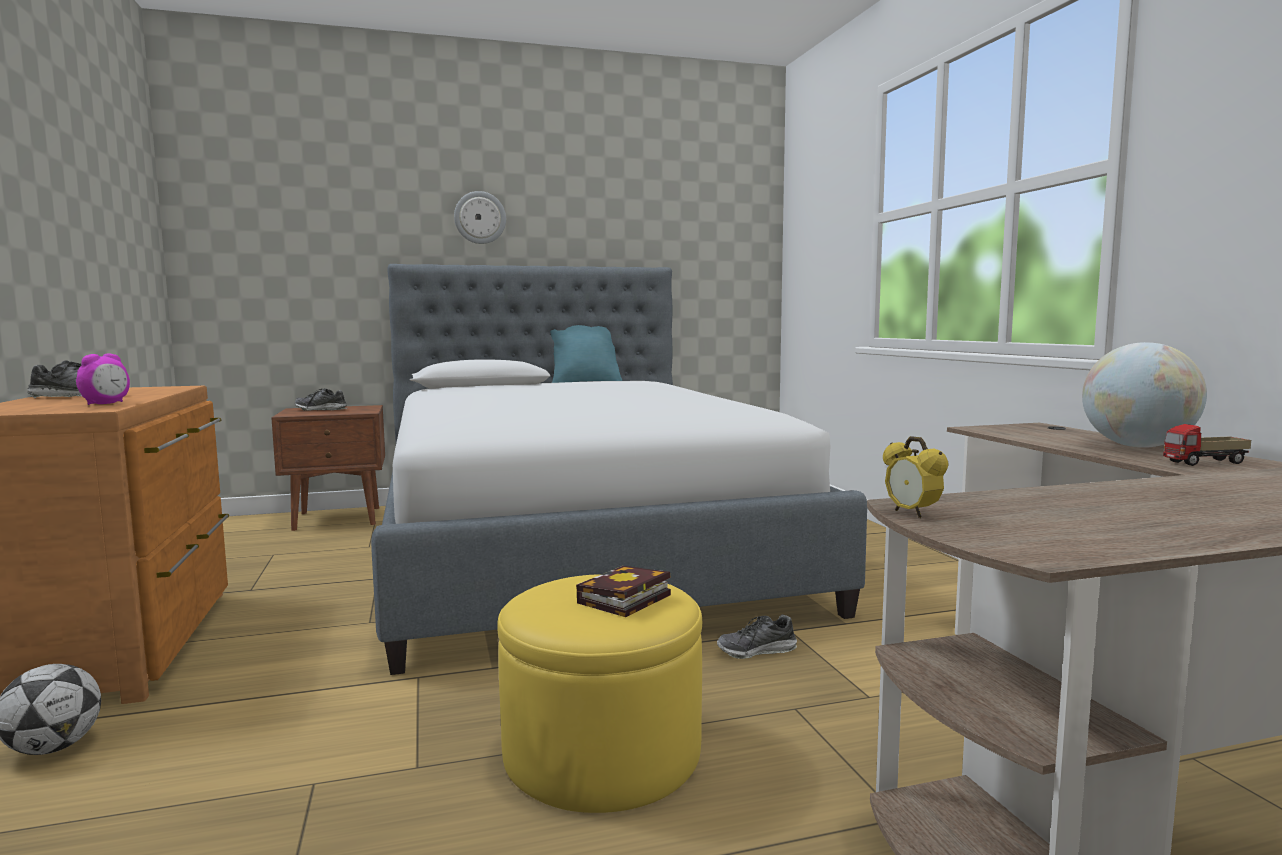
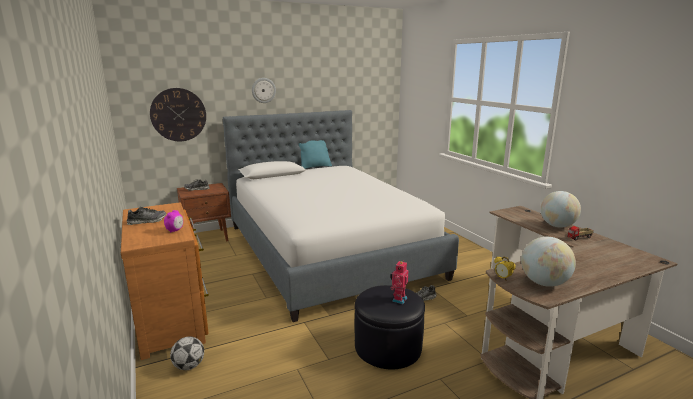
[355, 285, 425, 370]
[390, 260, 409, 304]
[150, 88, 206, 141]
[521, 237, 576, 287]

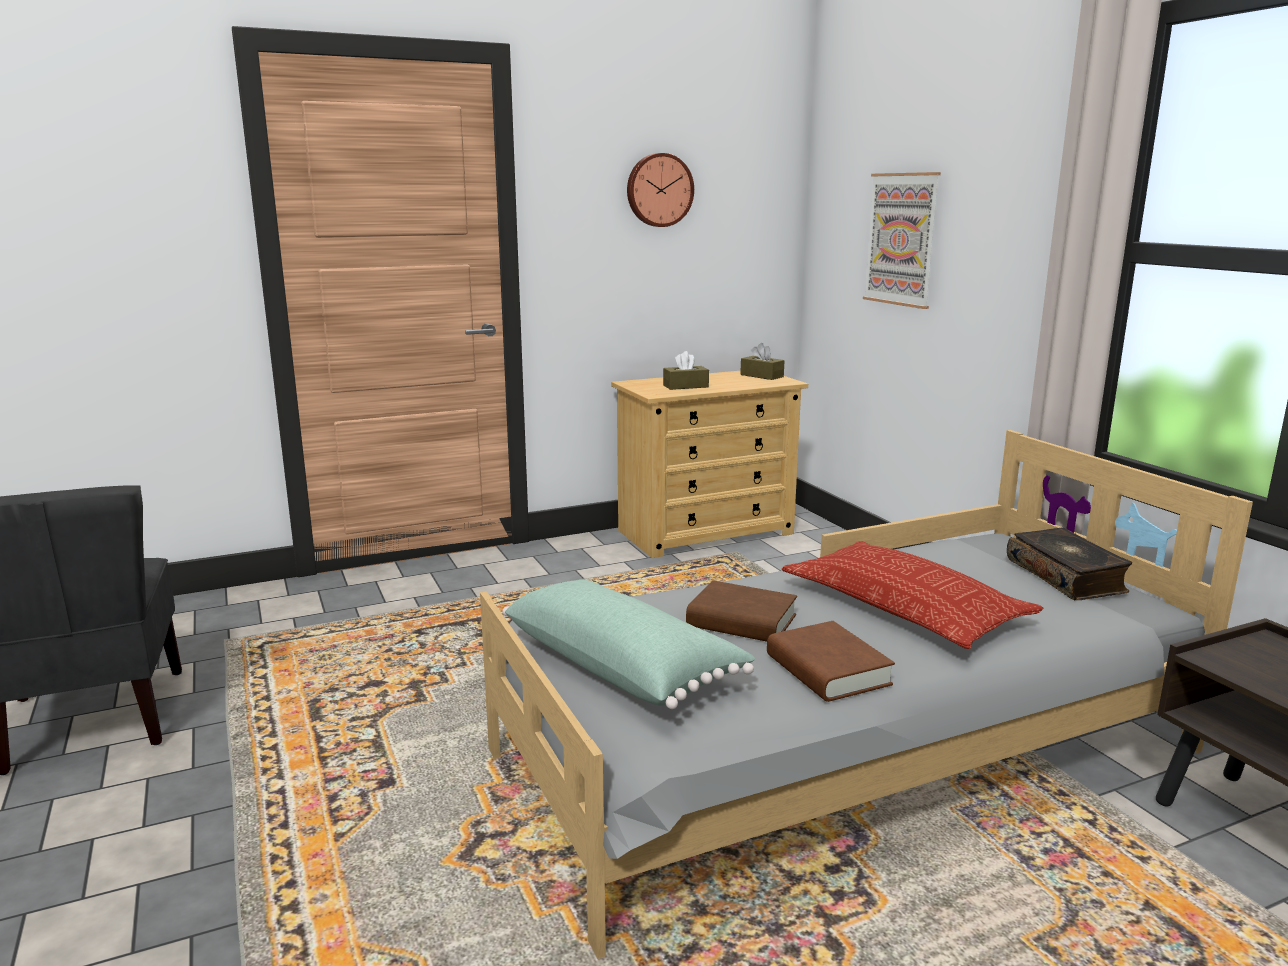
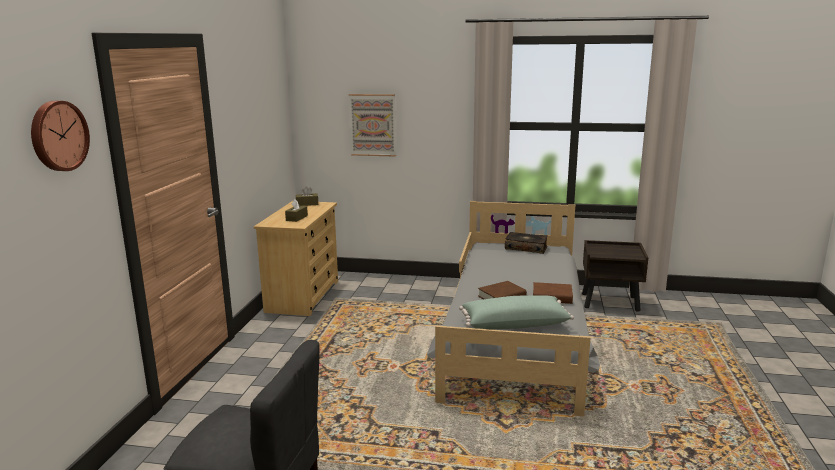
[31, 101, 90, 171]
[782, 541, 1043, 649] (first image)

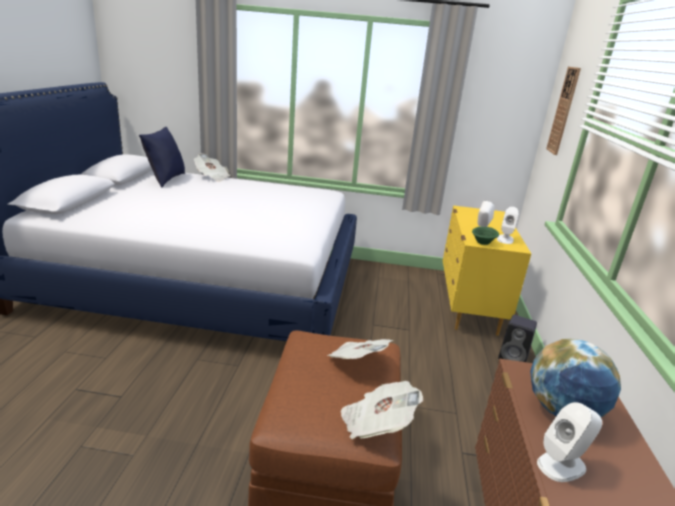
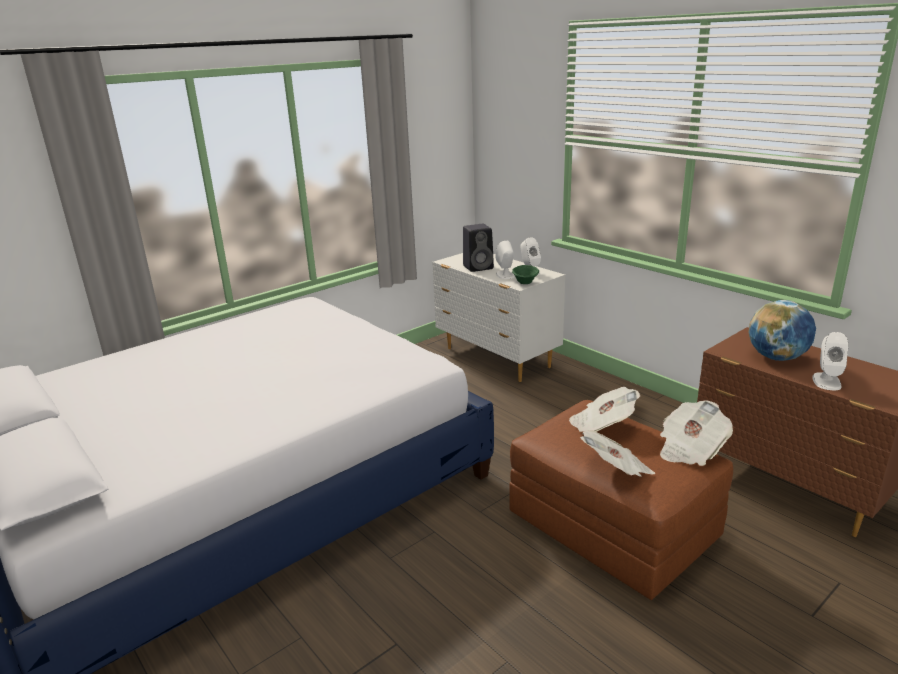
[139, 127, 185, 187] (first image)
[580, 430, 655, 477]
[432, 253, 565, 382]
[463, 224, 494, 272]
[546, 67, 581, 155] (first image)

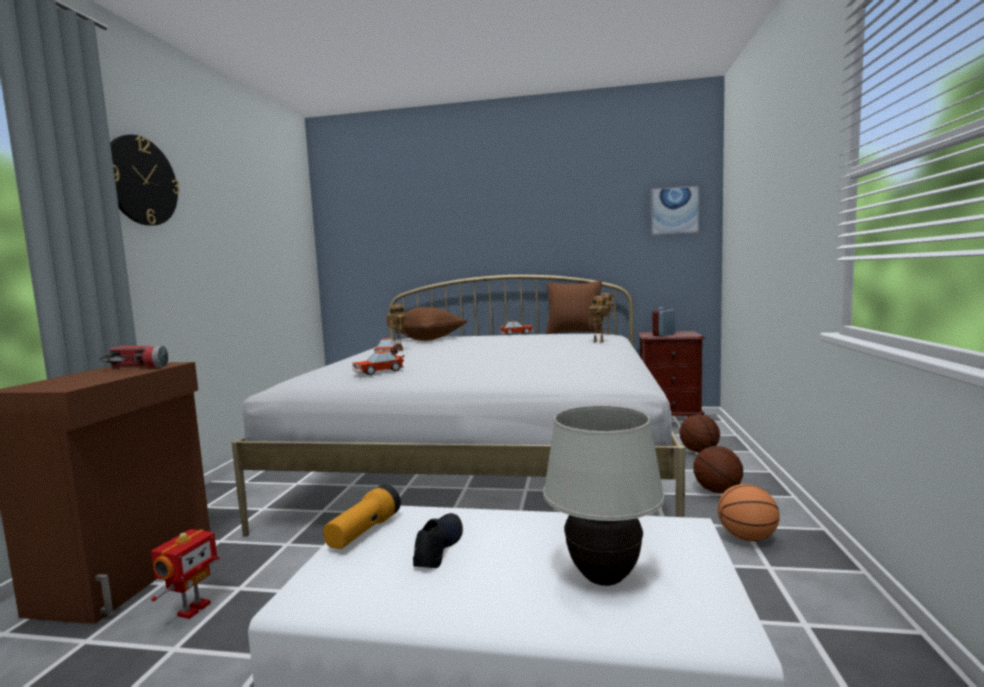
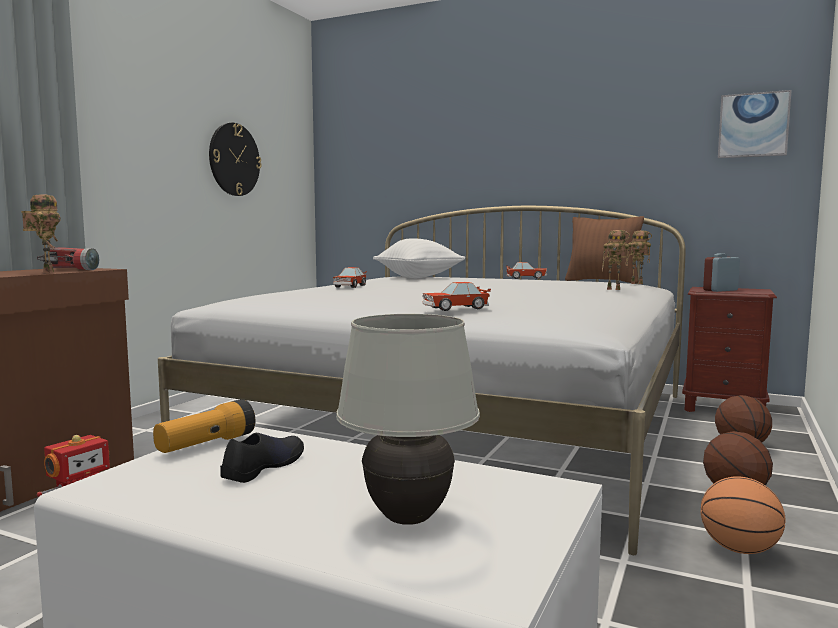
[209, 123, 262, 196]
[422, 282, 491, 311]
[21, 194, 60, 273]
[373, 238, 465, 278]

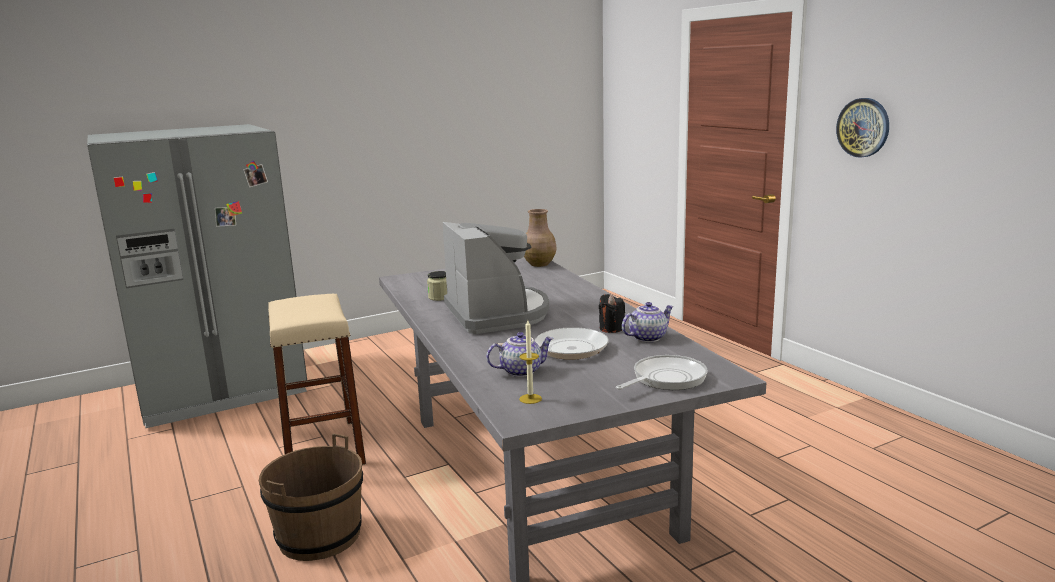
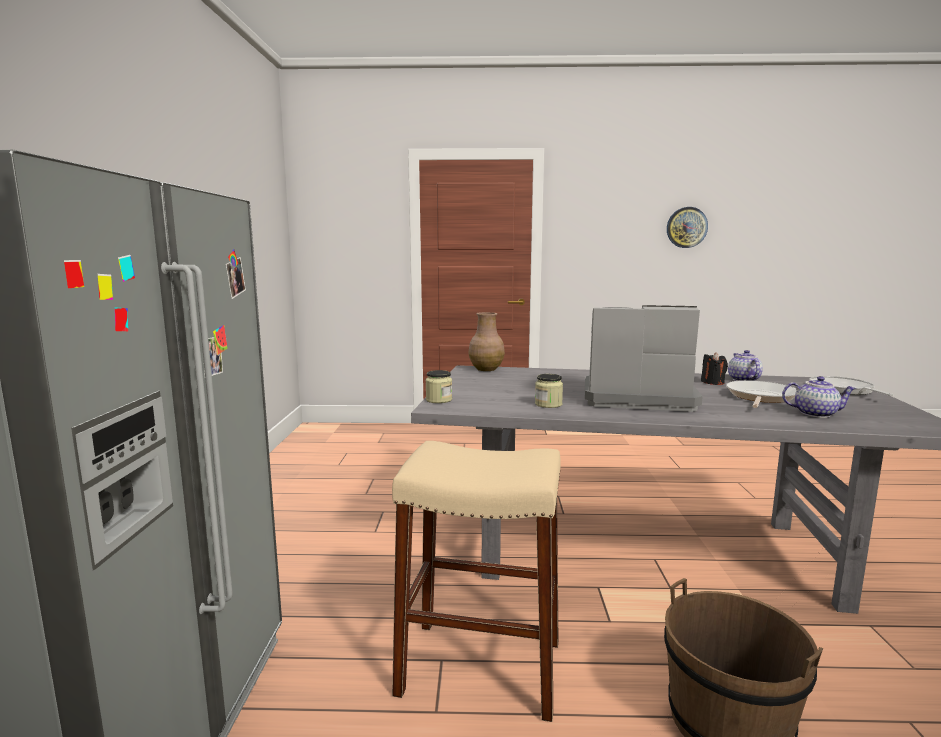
[782, 376, 857, 418]
[519, 320, 542, 404] (first image)
[667, 207, 708, 248]
[426, 370, 452, 403]

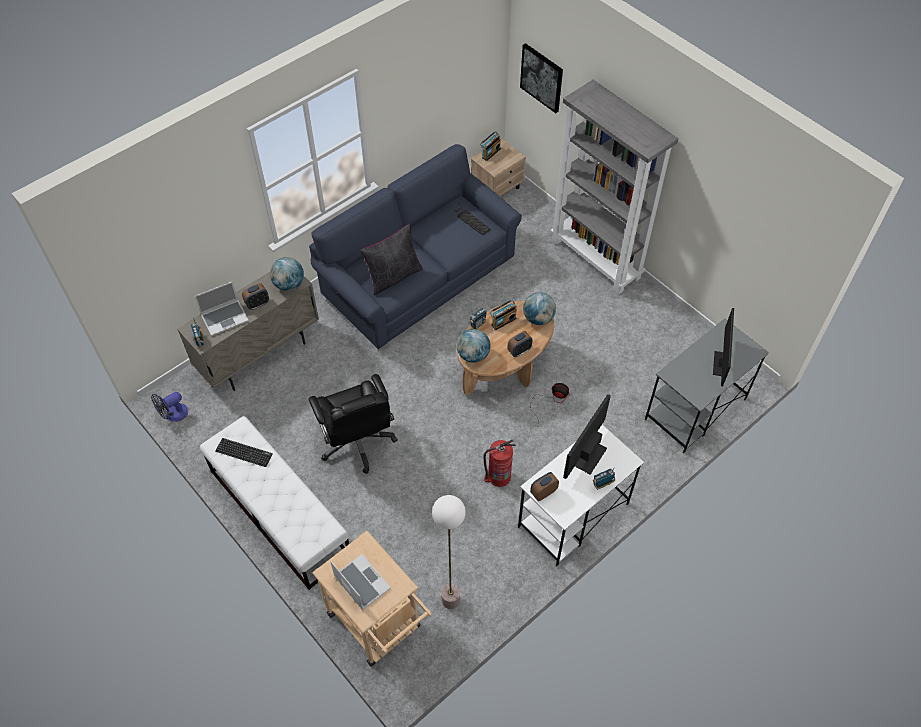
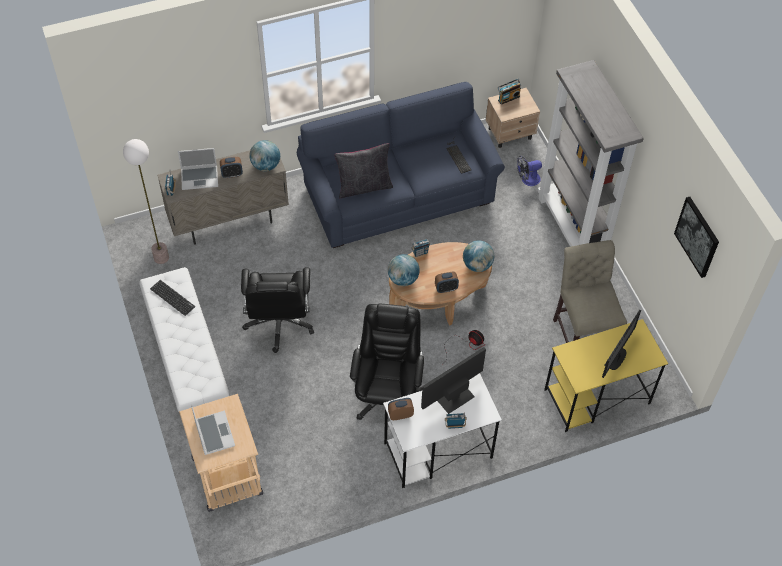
[517, 156, 542, 186]
[123, 139, 169, 264]
[350, 303, 424, 420]
[490, 299, 517, 330] (first image)
[674, 197, 719, 278]
[544, 319, 668, 432]
[553, 240, 627, 343]

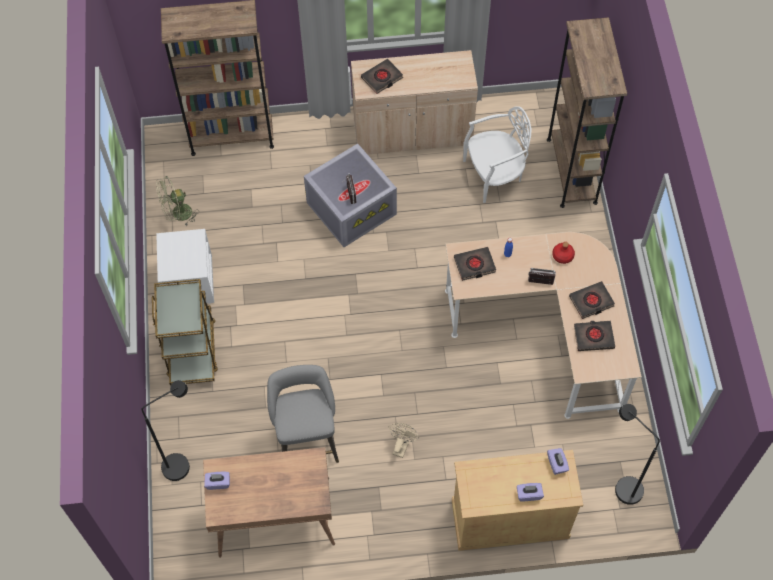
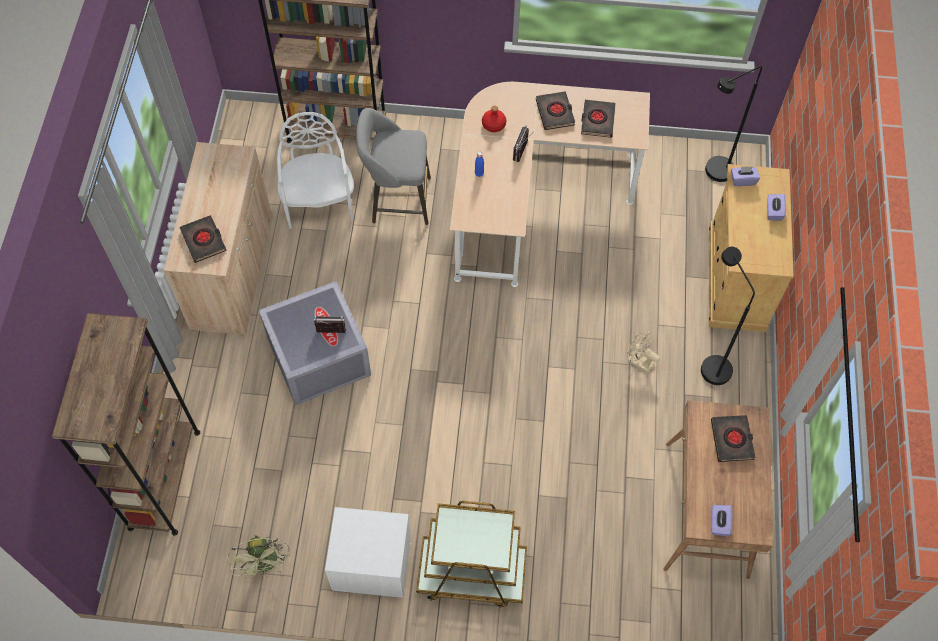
[701, 247, 755, 385]
[356, 108, 431, 225]
[711, 415, 755, 462]

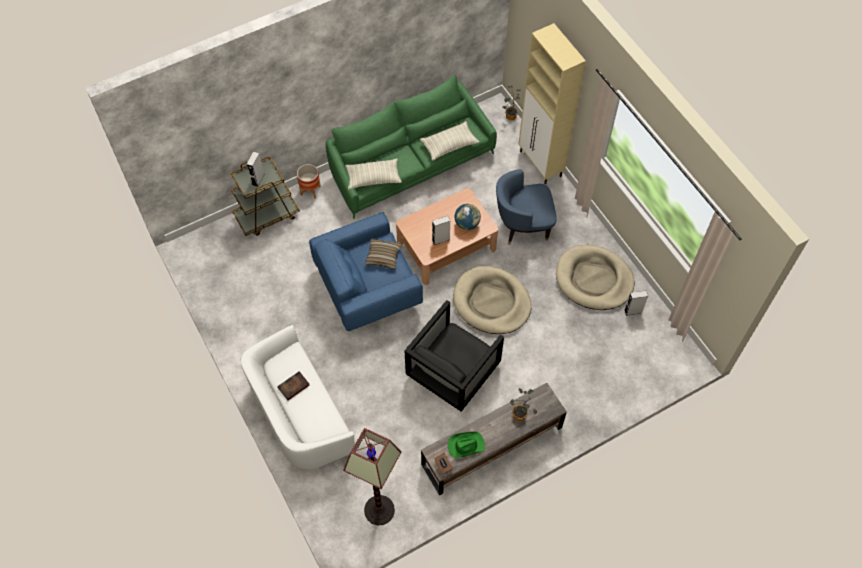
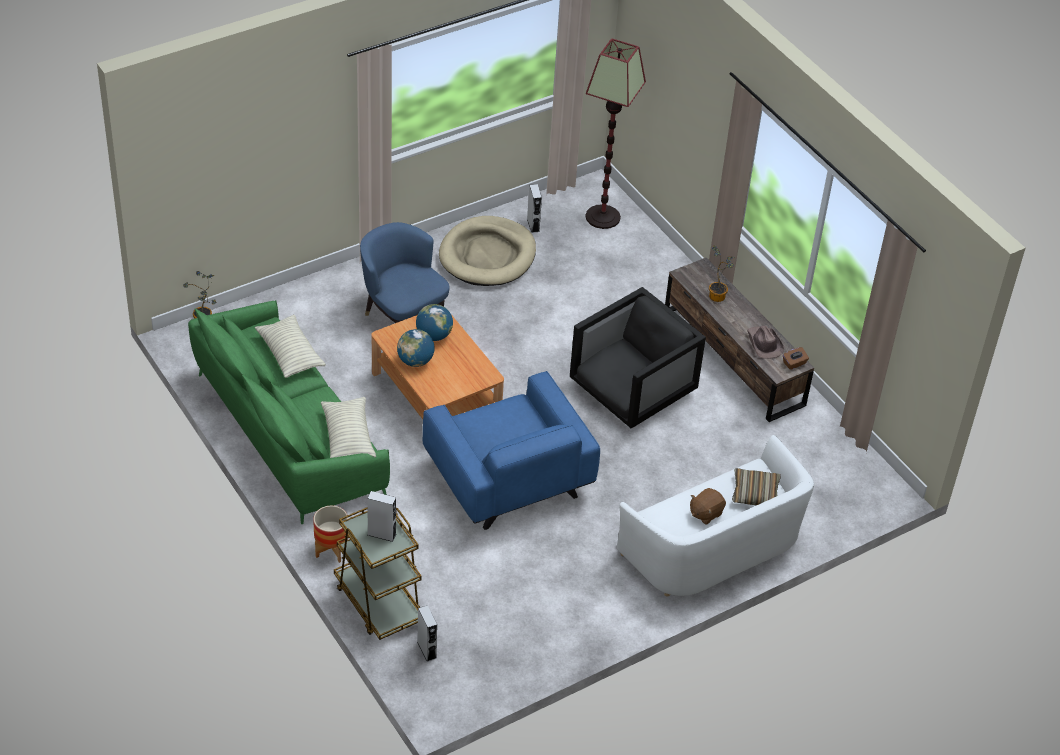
[690, 488, 726, 525]
[585, 38, 646, 229]
[732, 468, 781, 505]
[570, 287, 706, 429]
[417, 605, 437, 662]
[747, 326, 784, 359]
[453, 266, 532, 334] (first image)
[360, 222, 450, 323]
[519, 23, 586, 184] (first image)
[397, 329, 435, 367]

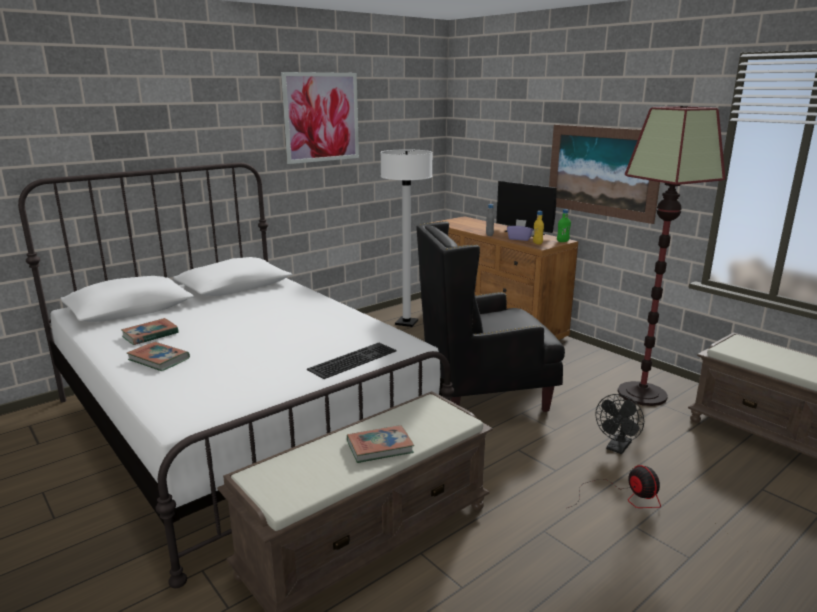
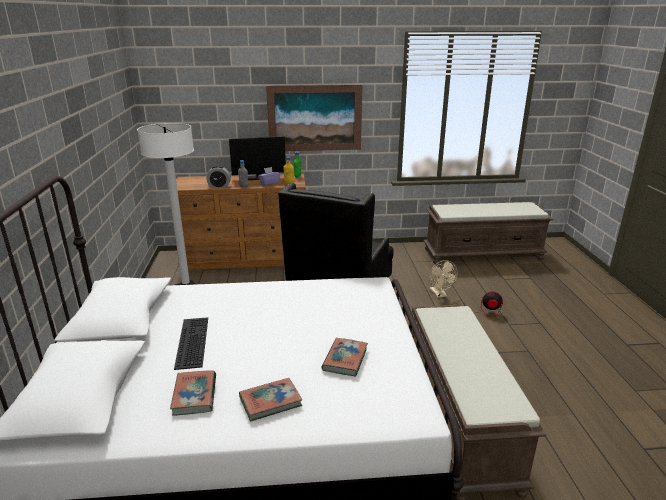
[281, 72, 359, 164] (first image)
[174, 317, 208, 370]
[321, 338, 368, 377]
[429, 260, 457, 298]
[618, 106, 725, 406] (first image)
[206, 166, 231, 188]

